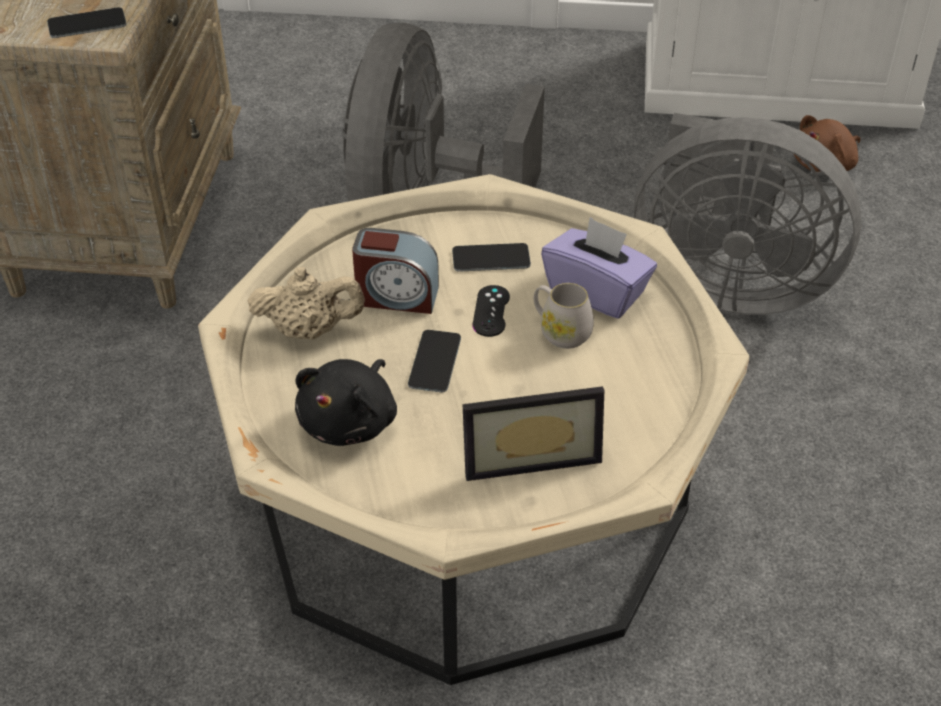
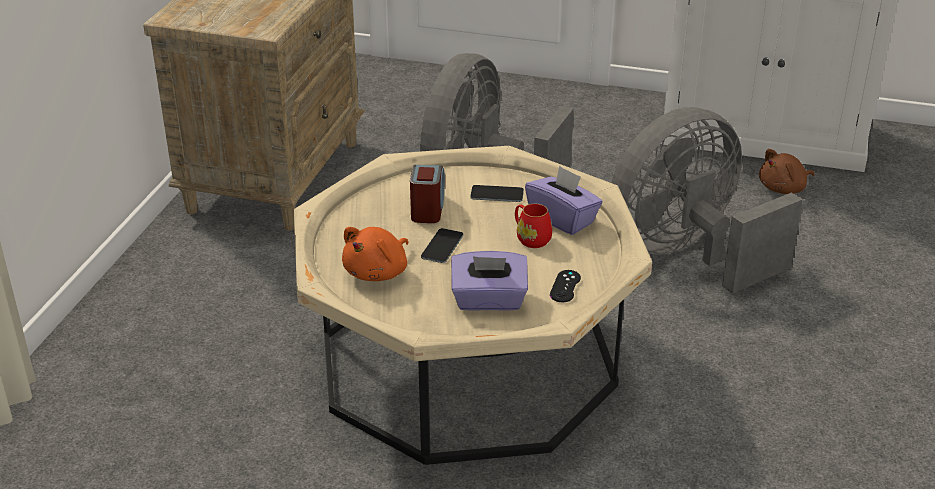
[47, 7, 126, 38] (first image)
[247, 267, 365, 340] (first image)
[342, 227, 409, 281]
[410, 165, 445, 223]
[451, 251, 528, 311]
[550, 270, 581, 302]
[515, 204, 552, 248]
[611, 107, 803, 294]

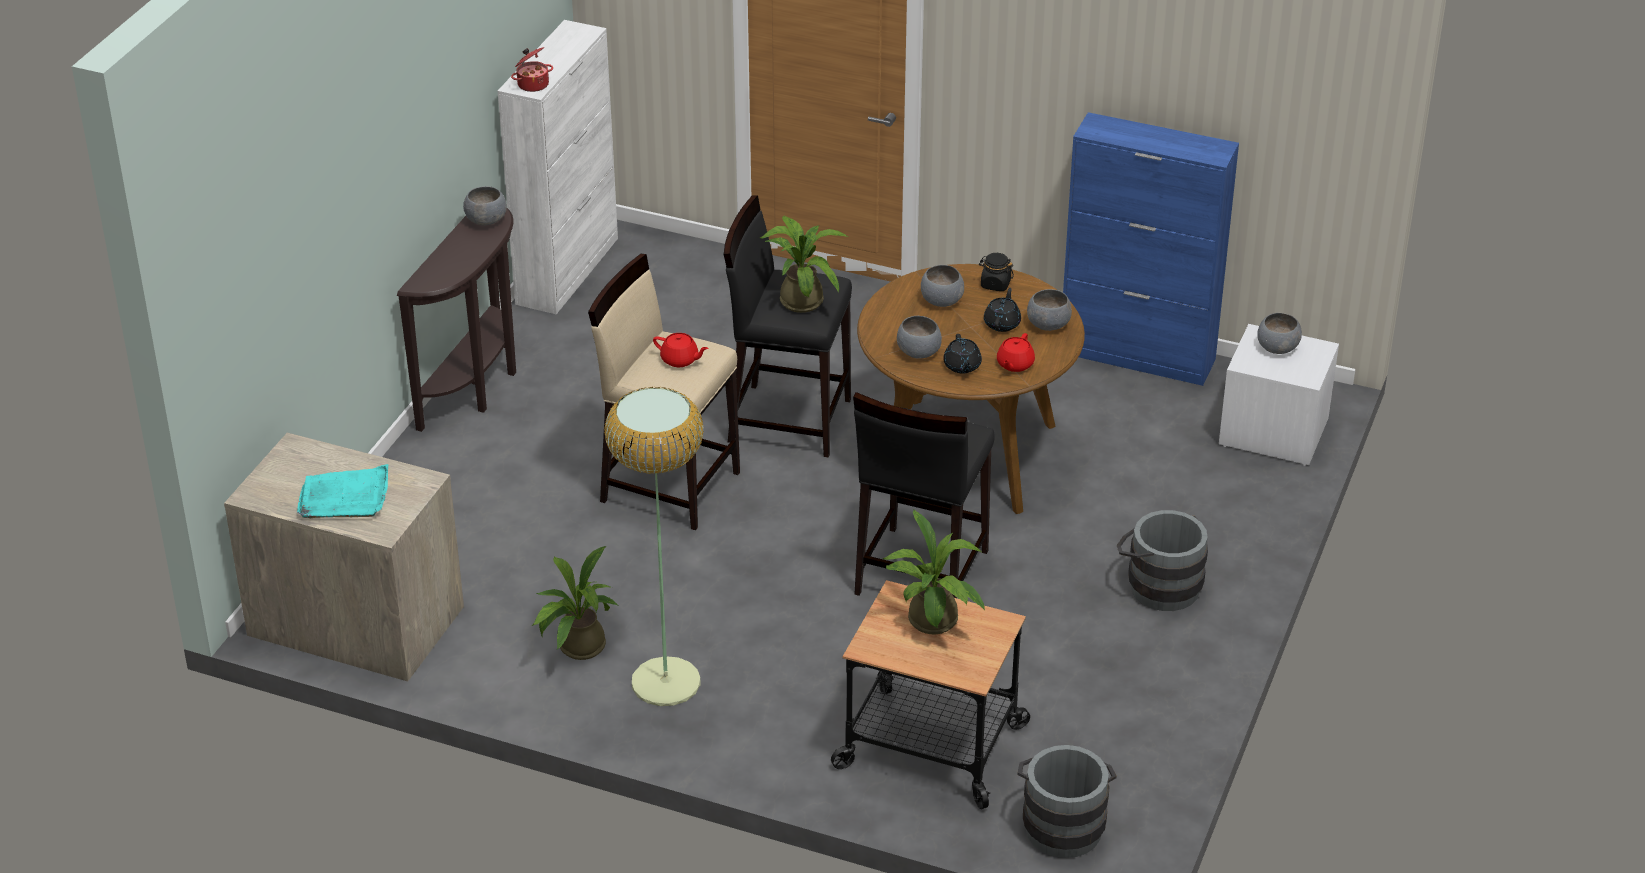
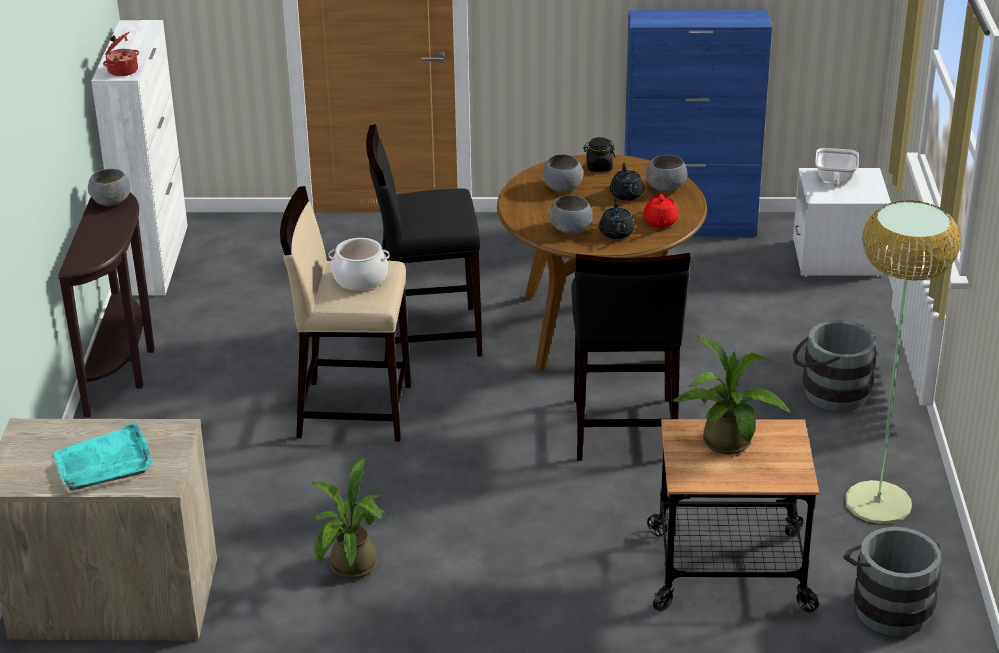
[845, 200, 961, 524]
[329, 238, 390, 291]
[760, 215, 848, 313] (first image)
[599, 199, 635, 239]
[815, 148, 859, 187]

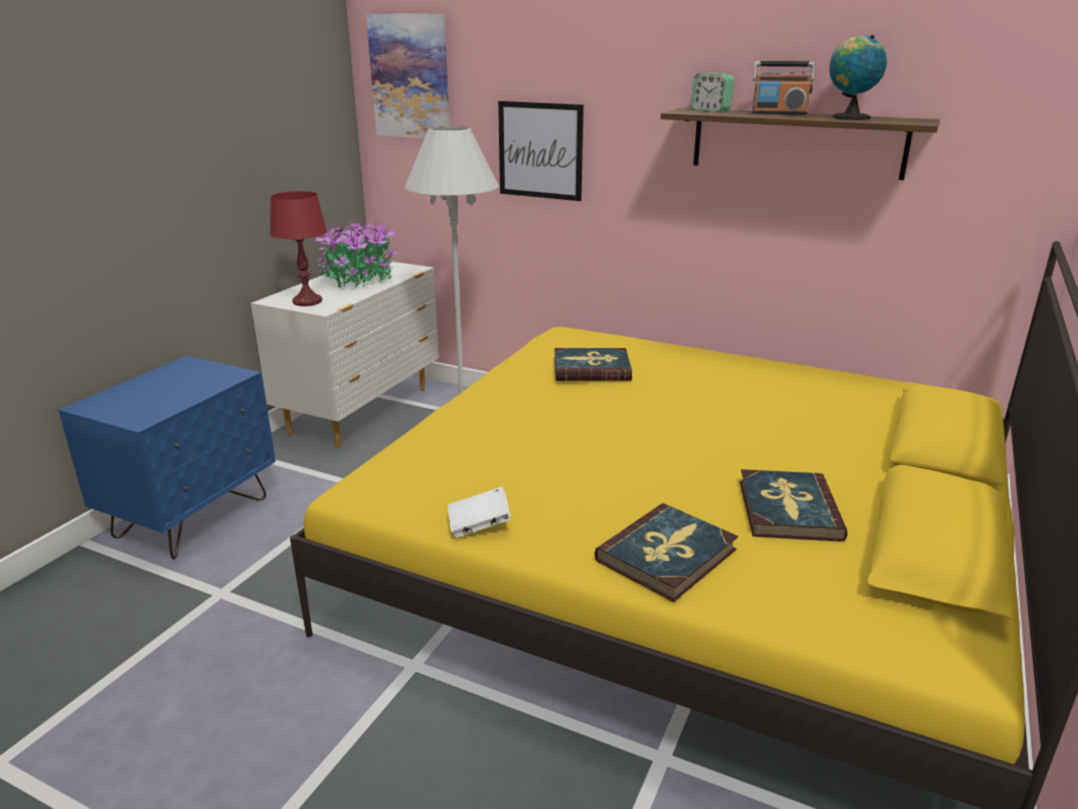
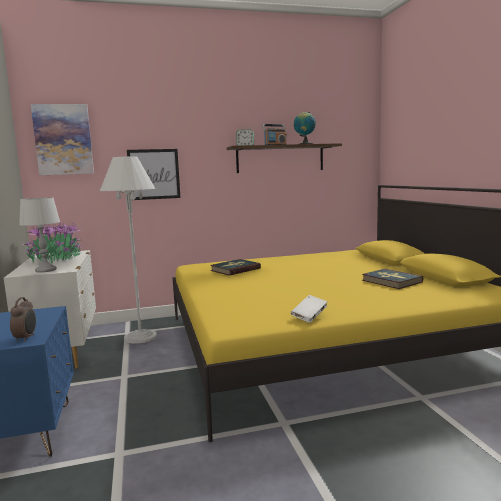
[19, 197, 60, 273]
[595, 503, 738, 602] (first image)
[10, 297, 36, 342]

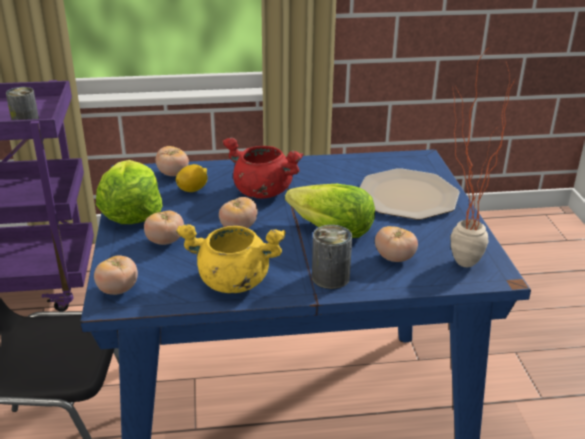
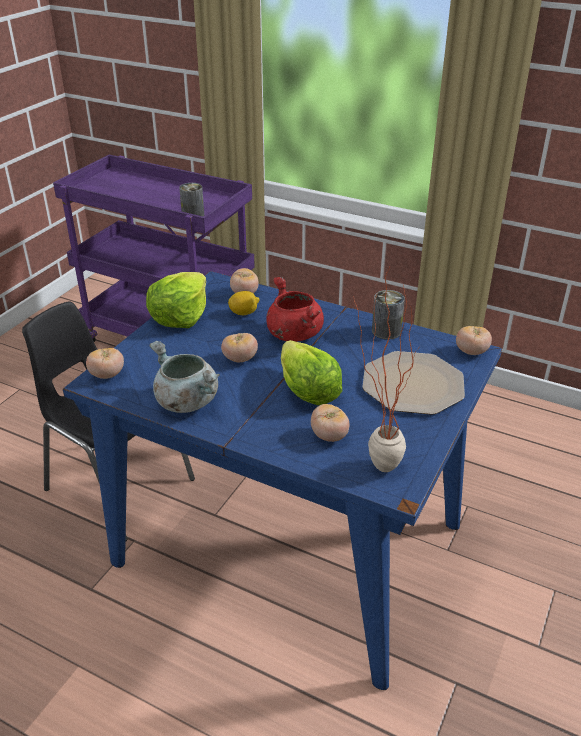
[456, 326, 492, 355]
[150, 341, 220, 413]
[372, 290, 405, 340]

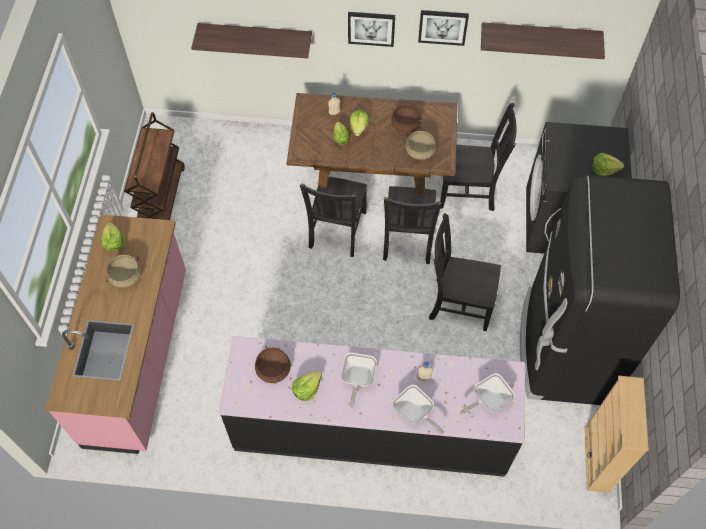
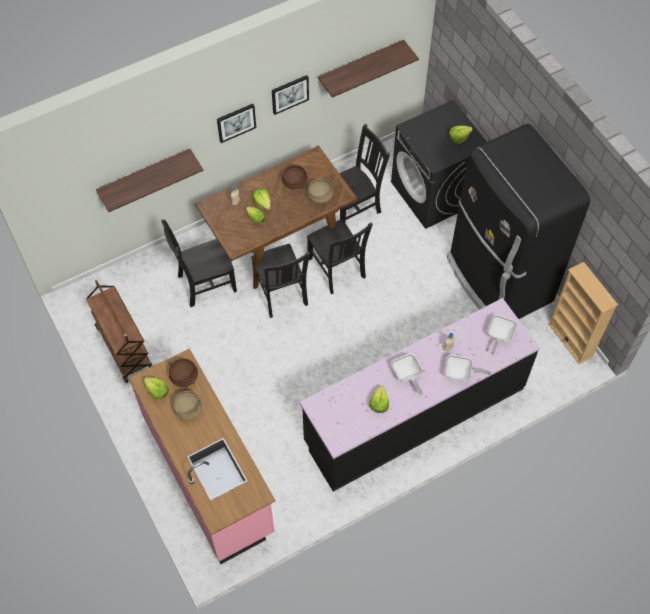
[169, 358, 198, 387]
[161, 220, 237, 307]

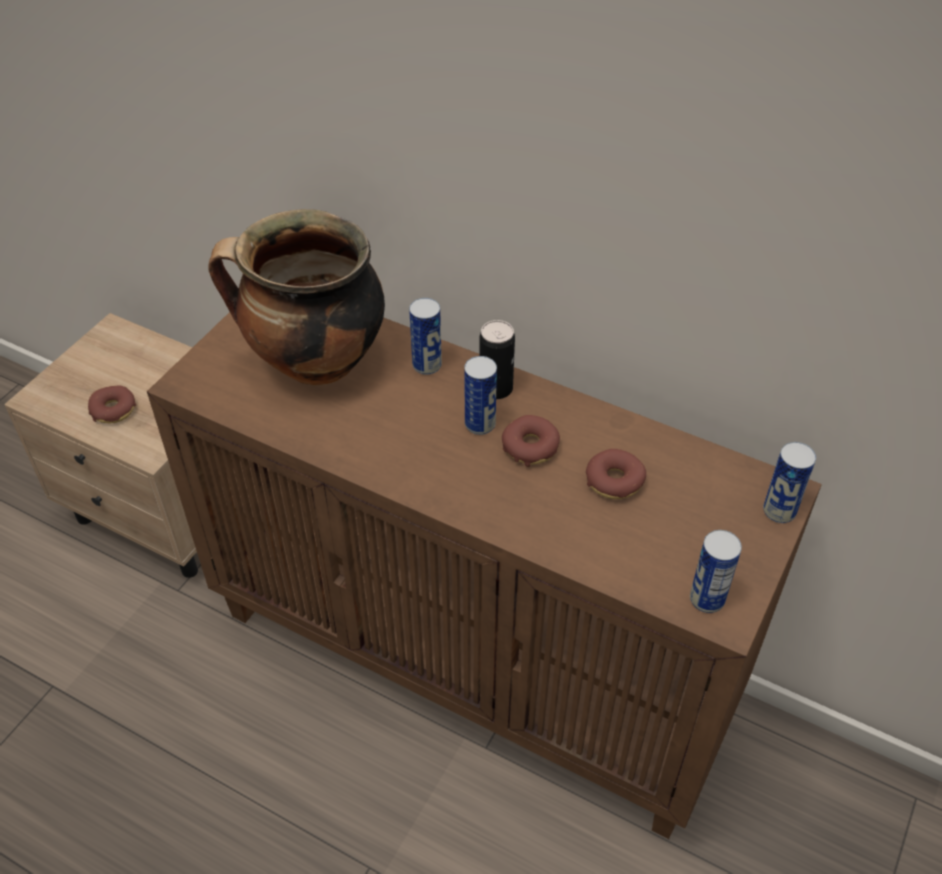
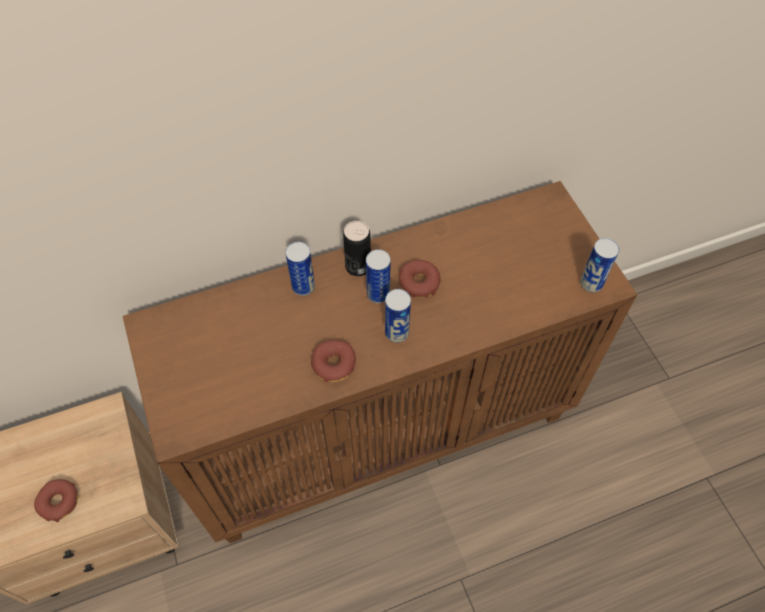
[208, 209, 385, 386] (first image)
[311, 340, 356, 382]
[385, 289, 411, 343]

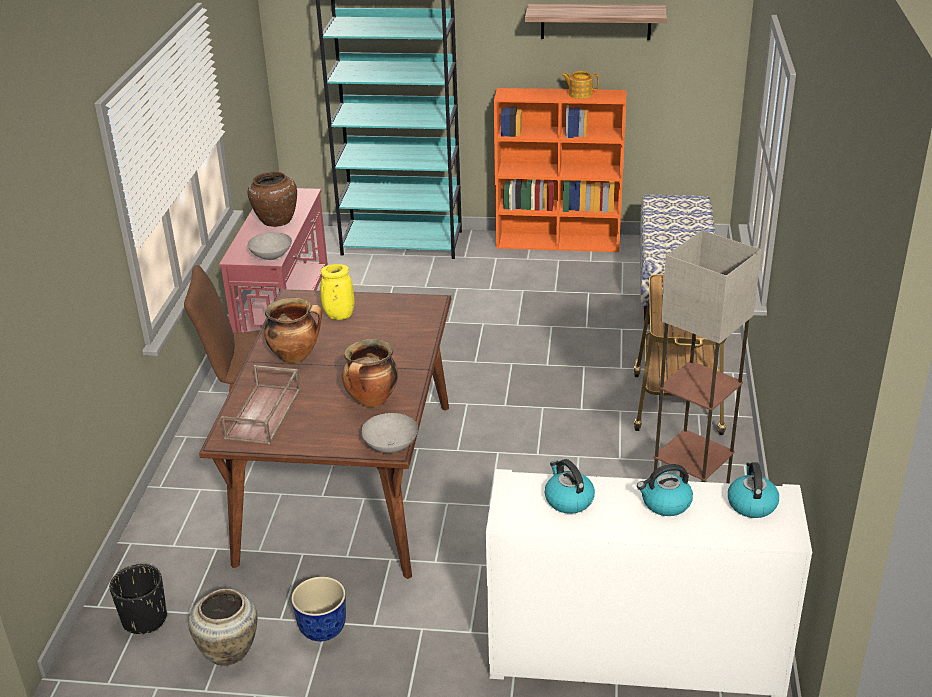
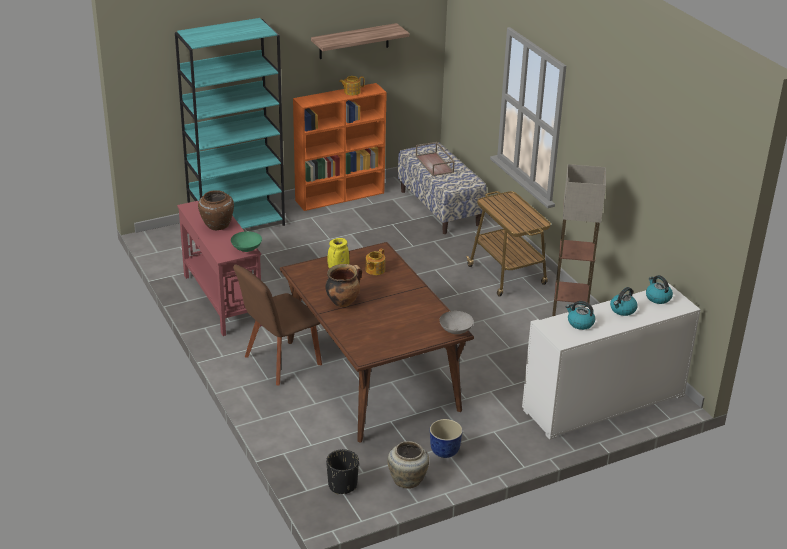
[416, 142, 455, 176]
[231, 231, 262, 252]
[342, 339, 398, 407] (first image)
[365, 249, 385, 275]

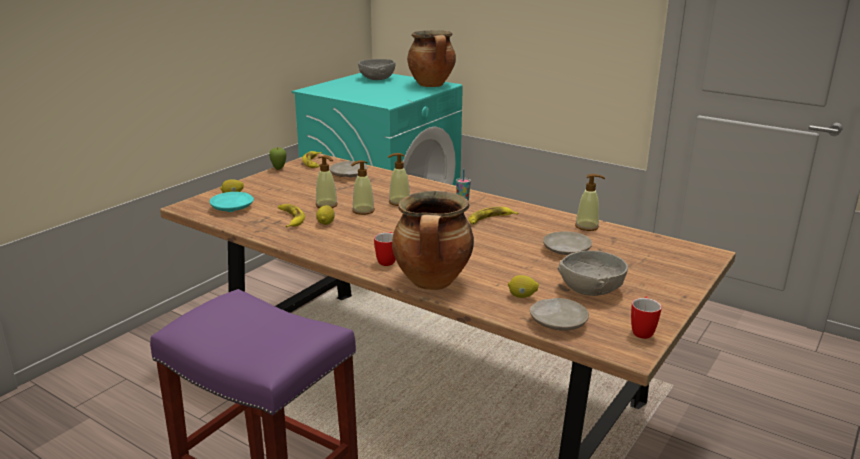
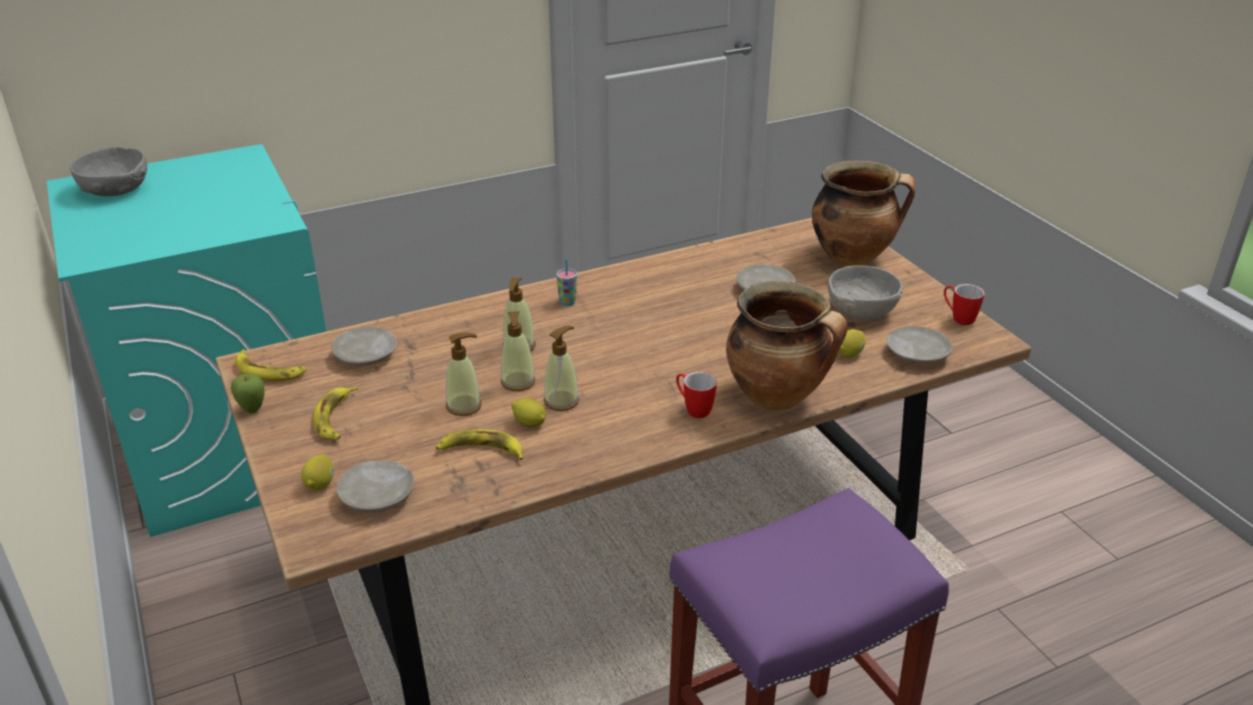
[336, 461, 414, 512]
[812, 160, 915, 267]
[313, 386, 358, 440]
[544, 326, 579, 411]

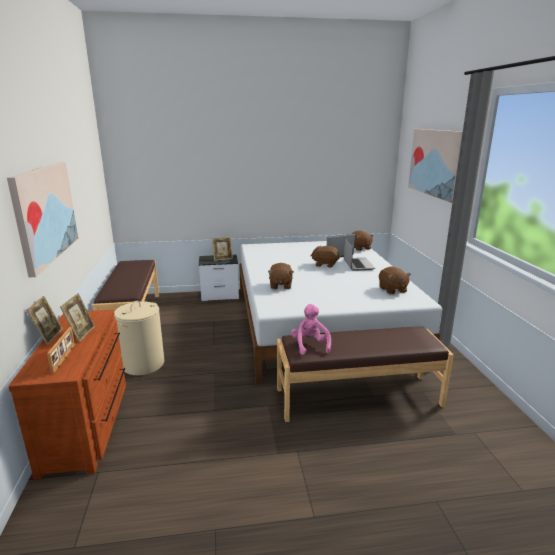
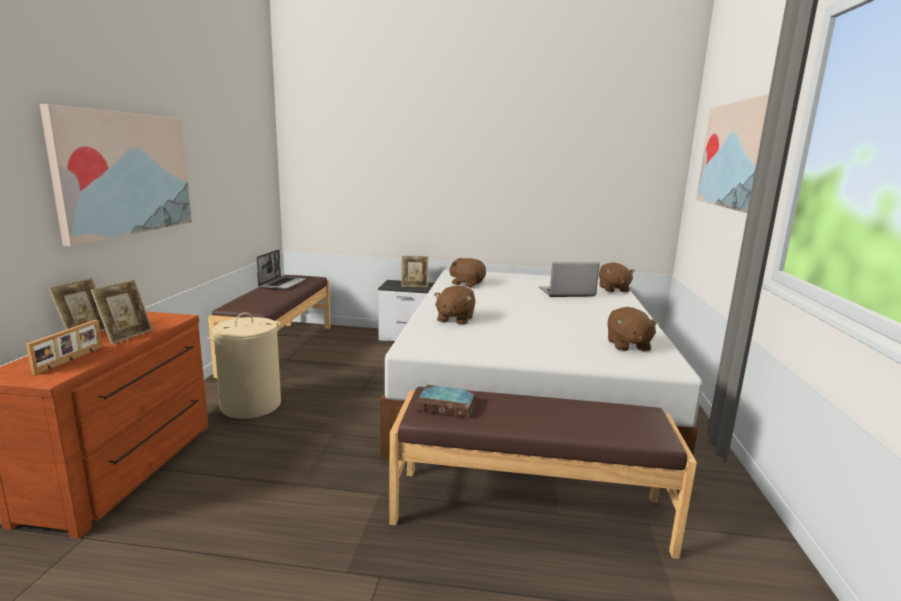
[416, 385, 476, 418]
[449, 258, 486, 287]
[256, 249, 307, 290]

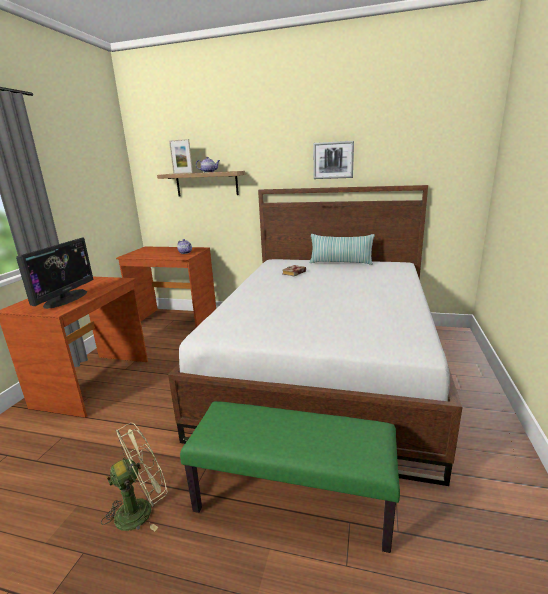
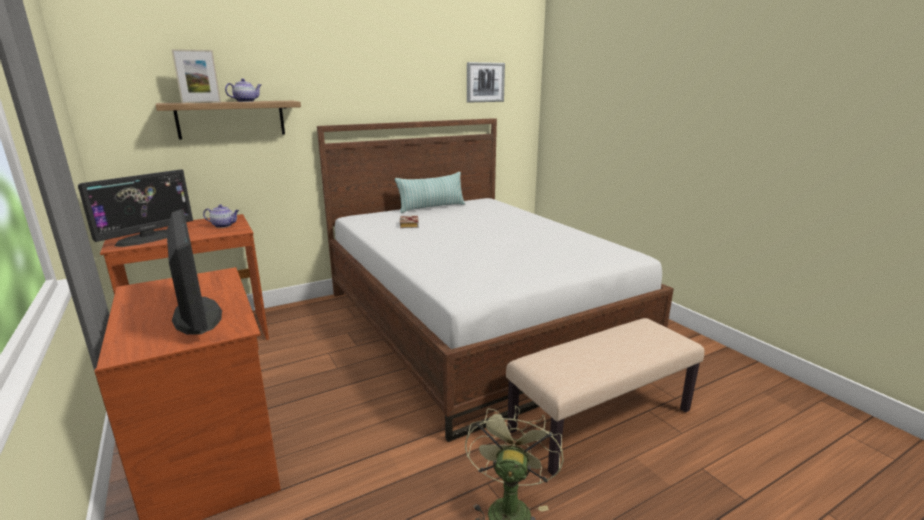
[506, 318, 705, 476]
[467, 62, 505, 102]
[78, 169, 193, 247]

